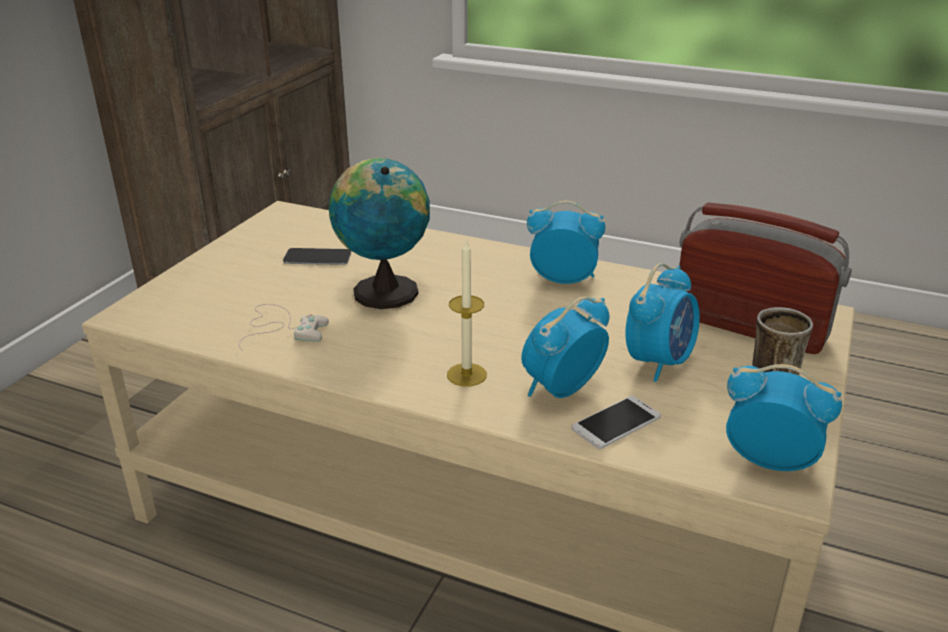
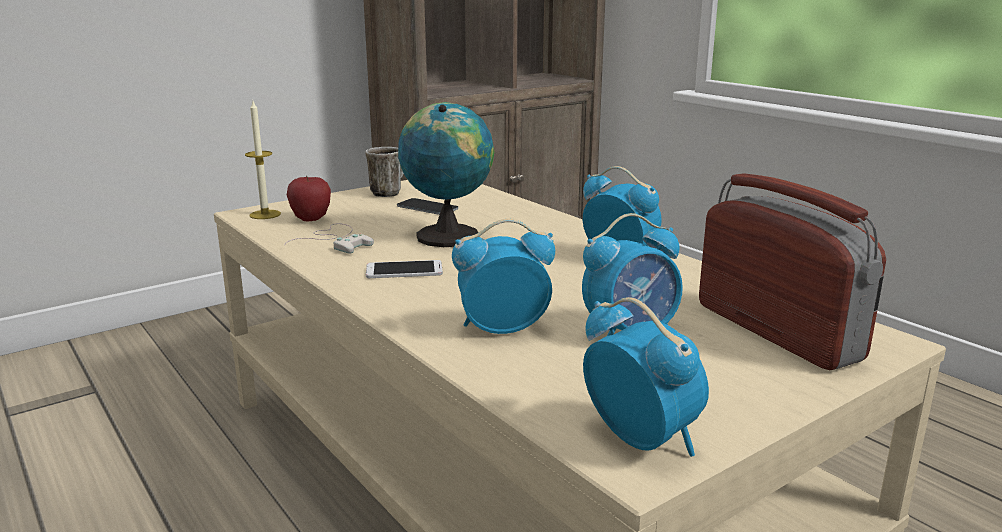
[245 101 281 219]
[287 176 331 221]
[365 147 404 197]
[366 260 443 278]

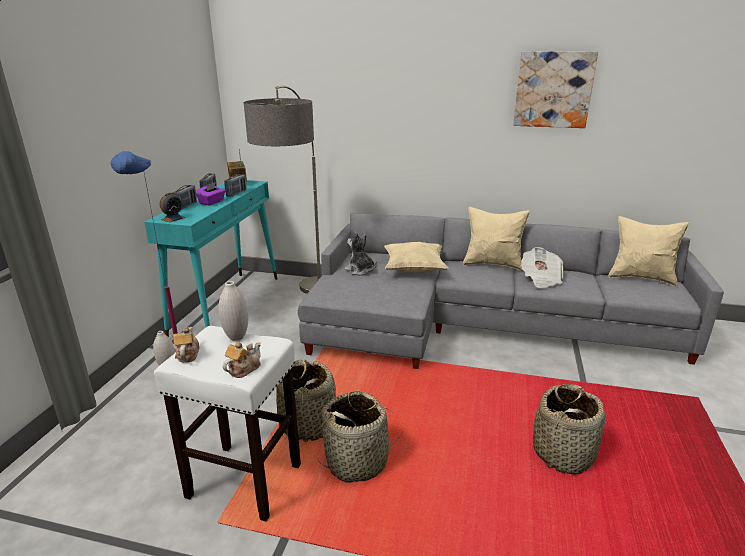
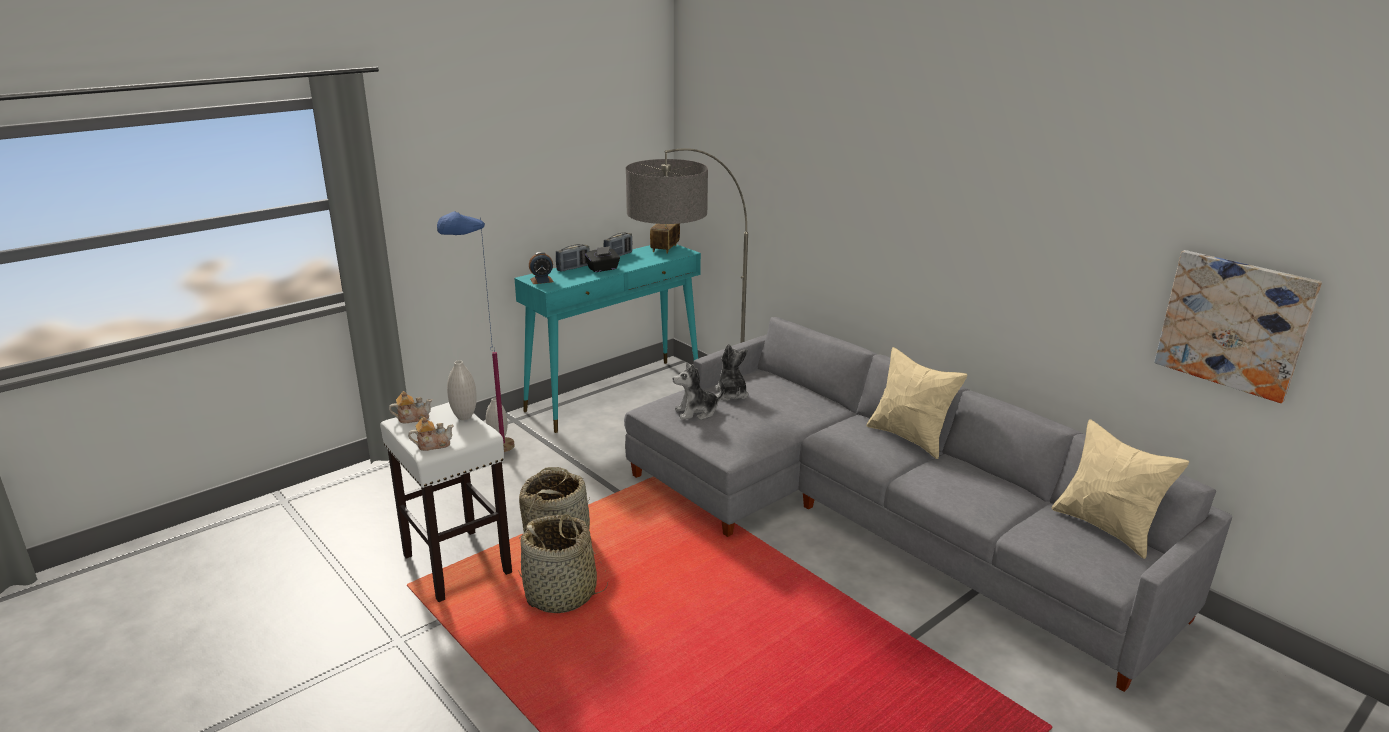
[389 391 432 423]
[585 246 620 272]
[673 363 725 420]
[1154 250 1322 403]
[224 174 247 197] (first image)
[384 242 448 273] (first image)
[520 247 563 288] (first image)
[533 384 605 475] (first image)

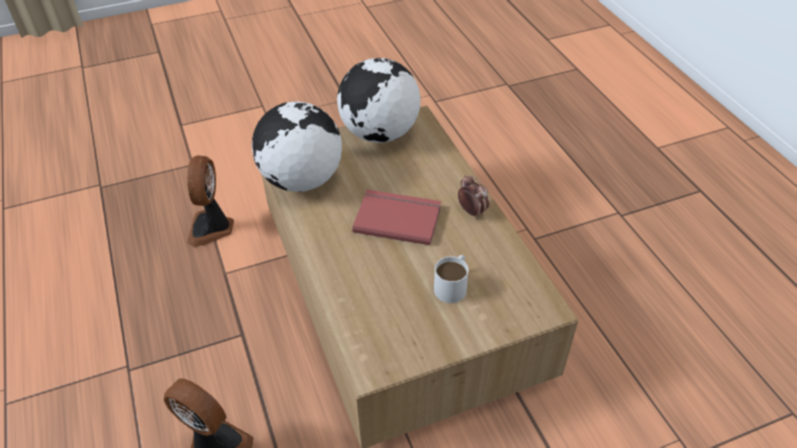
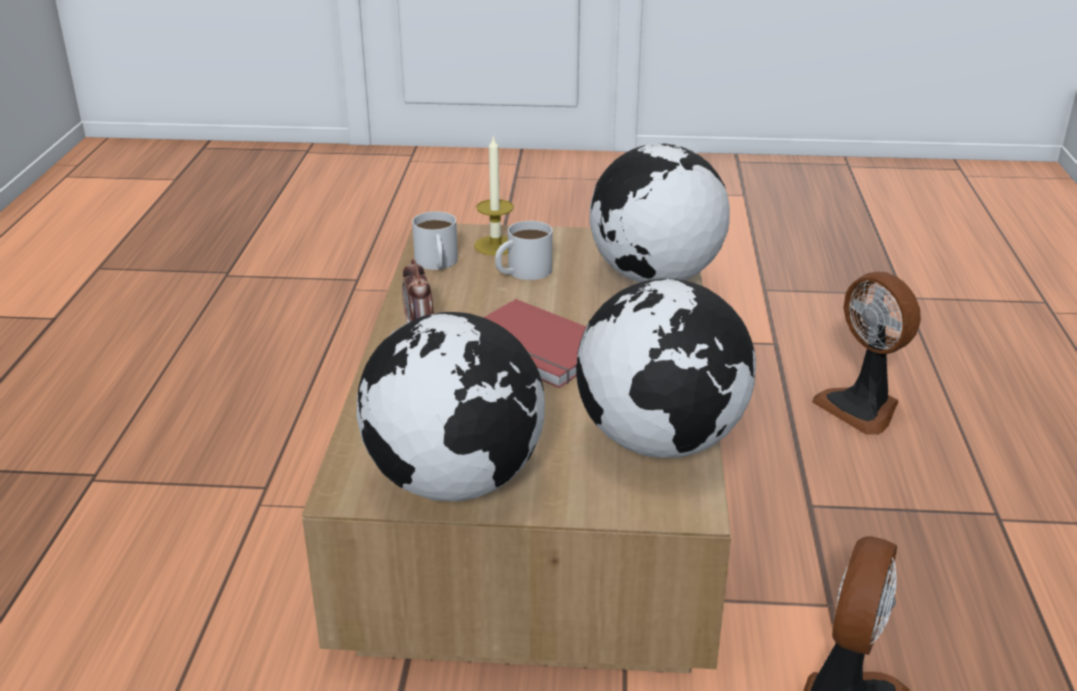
[412 211 458 270]
[474 135 514 255]
[590 144 730 283]

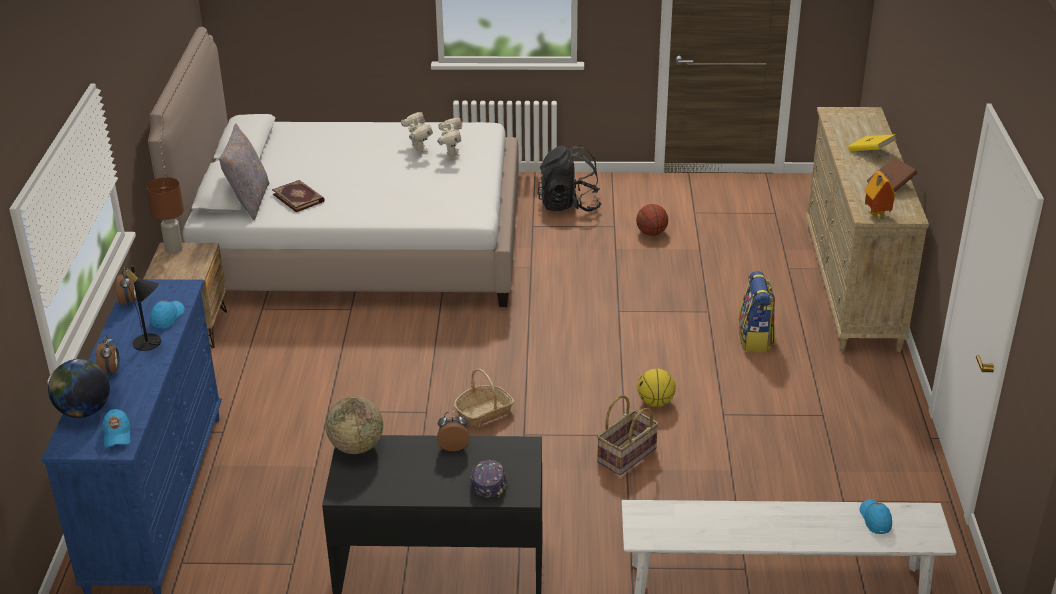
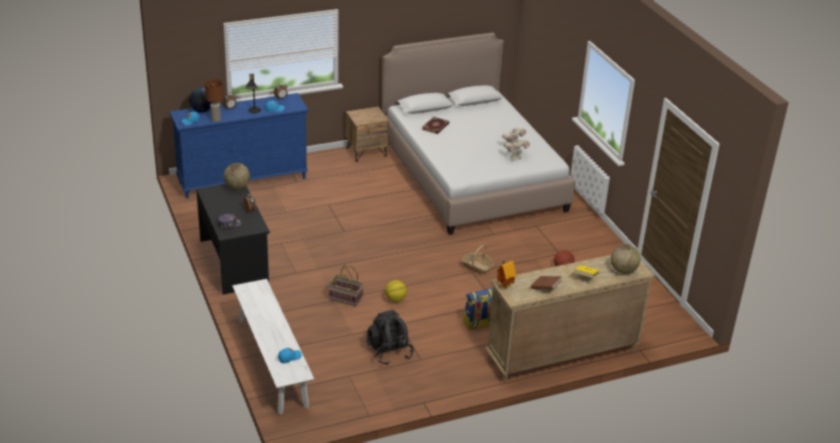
[205 79 224 122]
[367 310 414 365]
[462 245 494 275]
[610 244 641 274]
[219 123 269 220] (first image)

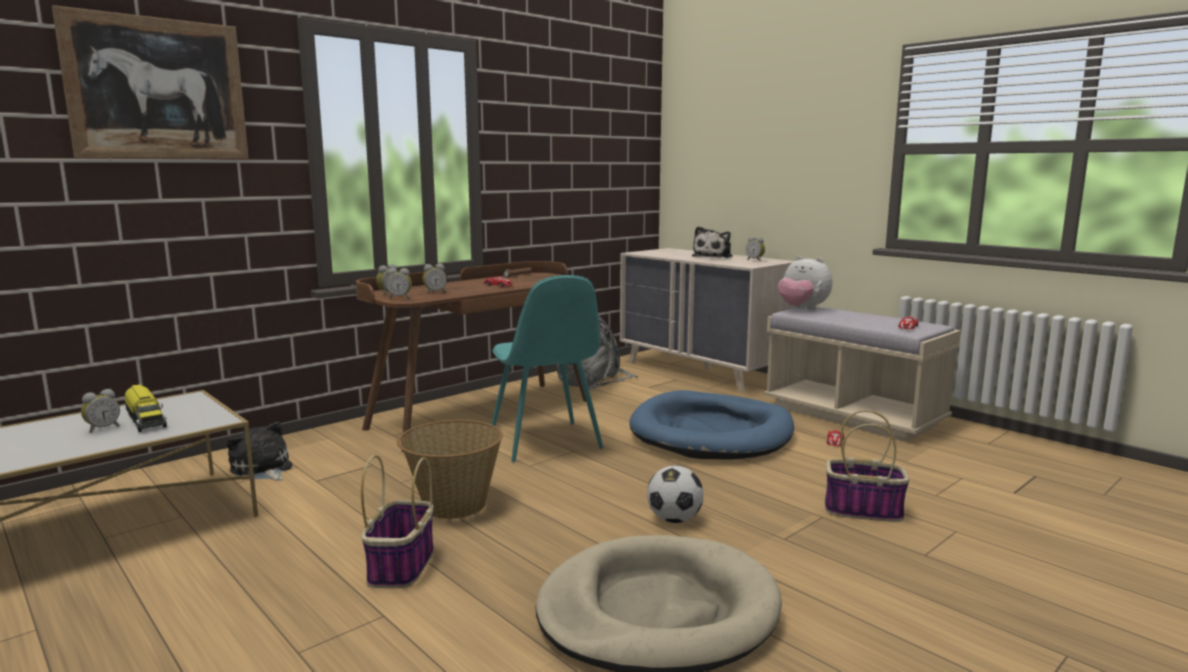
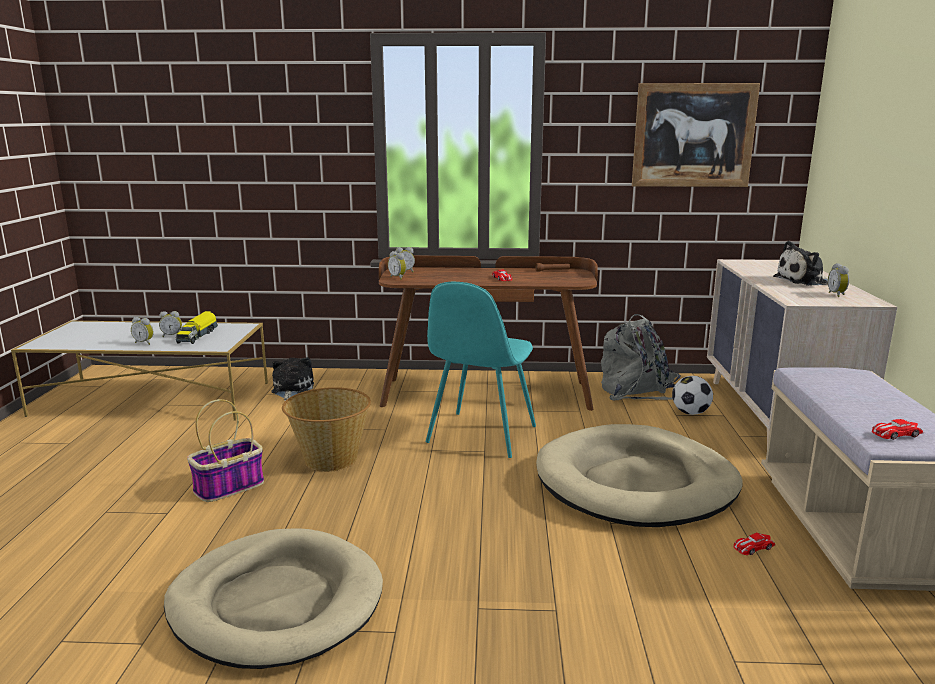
[131 317 154 345]
[536 424 743 527]
[632 83 760 187]
[672 376 713 415]
[778 256 832 310] (first image)
[825 410 910 522] (first image)

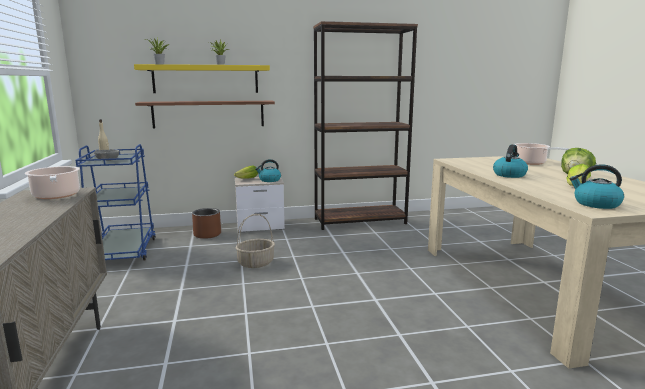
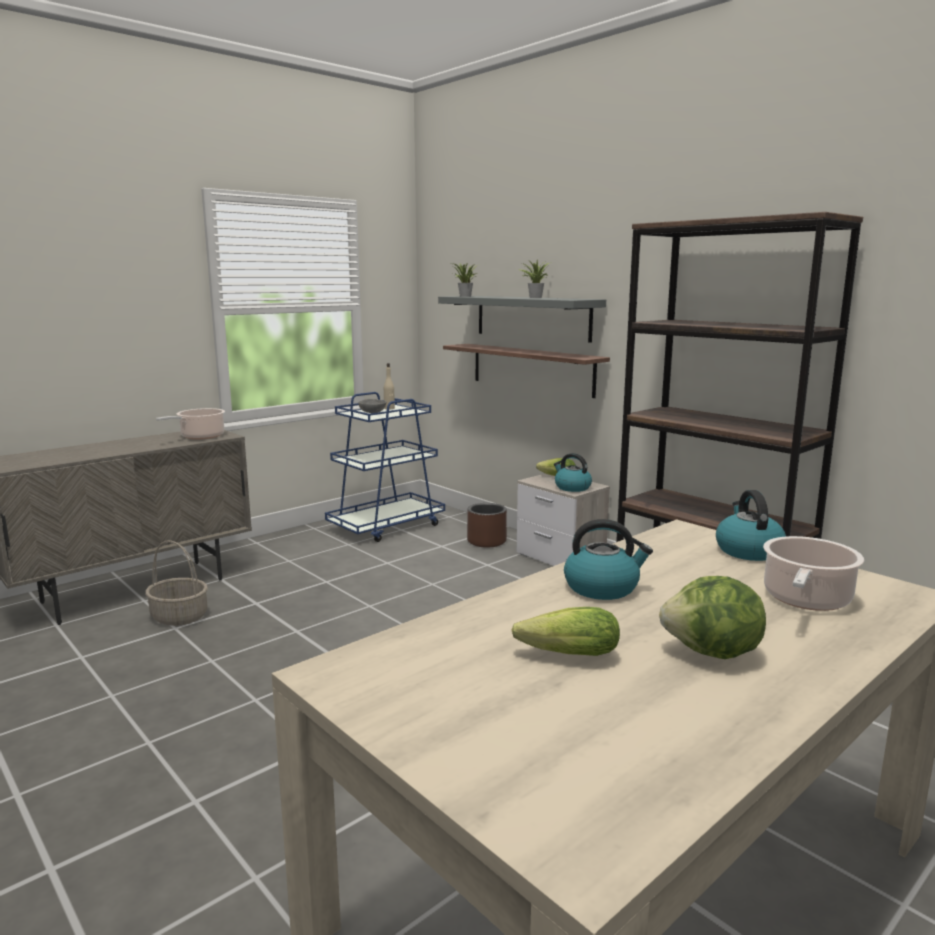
[145 540 208 626]
[438 296 606 343]
[716 490 786 561]

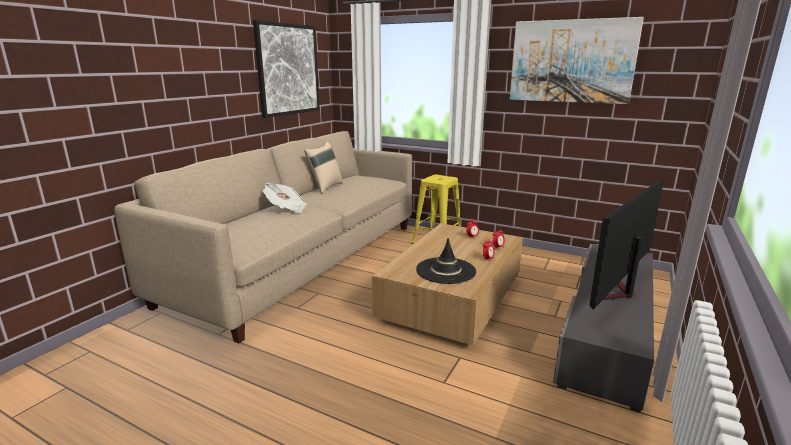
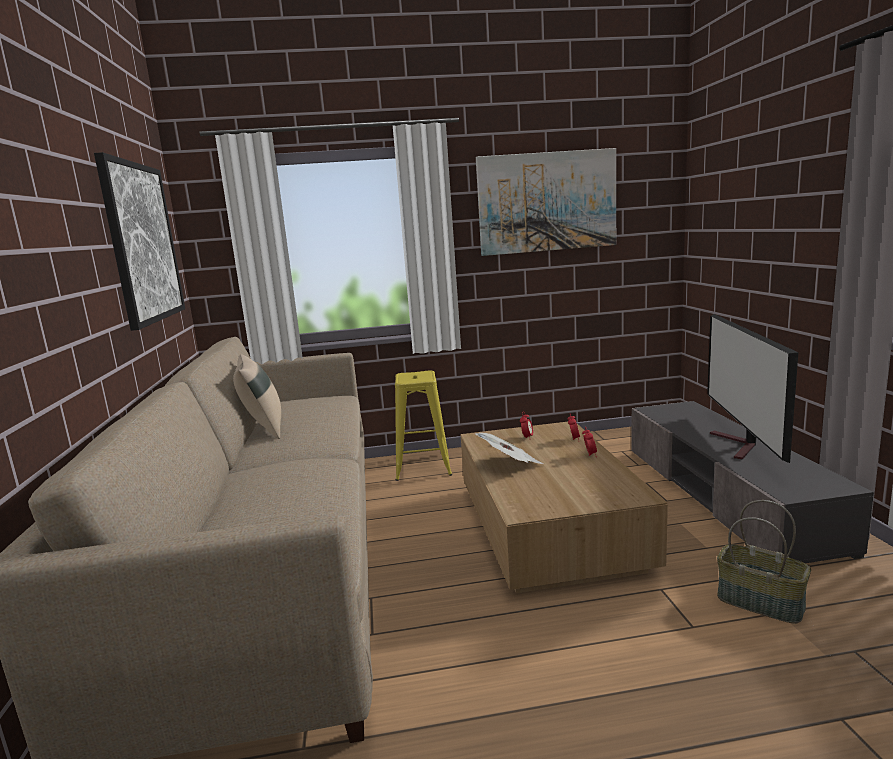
[474 433 544 464]
[717 500 811 624]
[416 238 476 284] (first image)

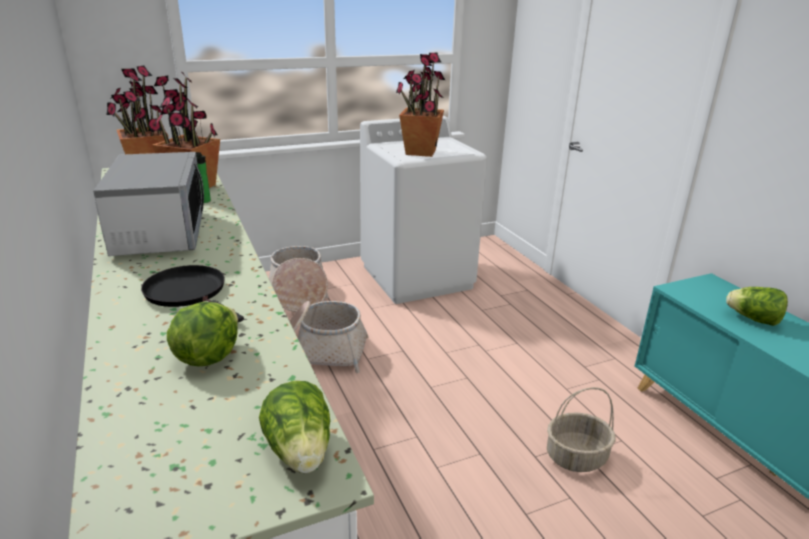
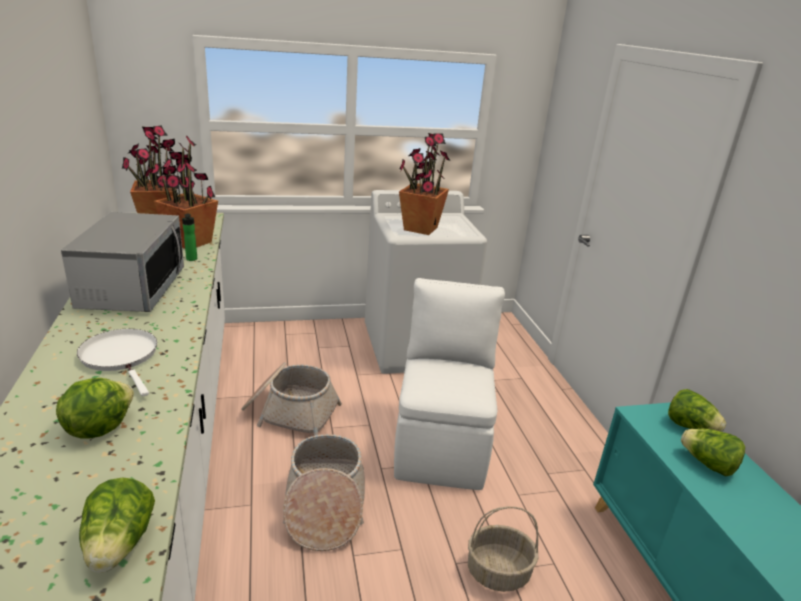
[77 329 157 397]
[283 434 365 551]
[394 278 505 490]
[668 389 726 432]

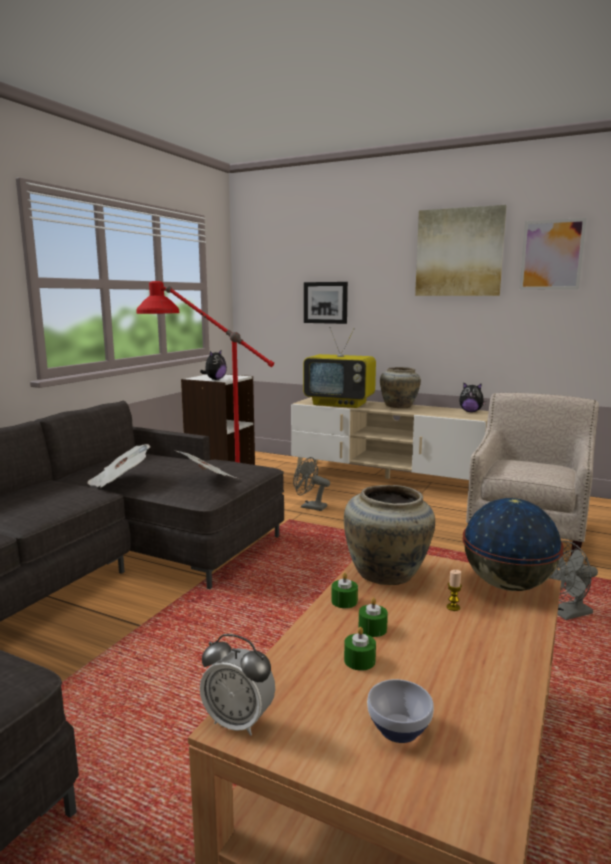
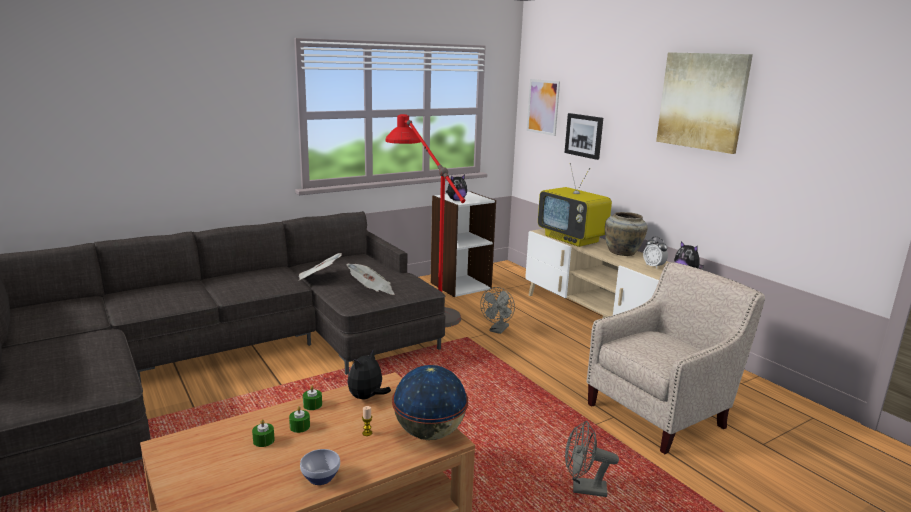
[300 449 340 485]
[347 349 391 399]
[480 287 515 334]
[527 79 560 136]
[643 237 668 268]

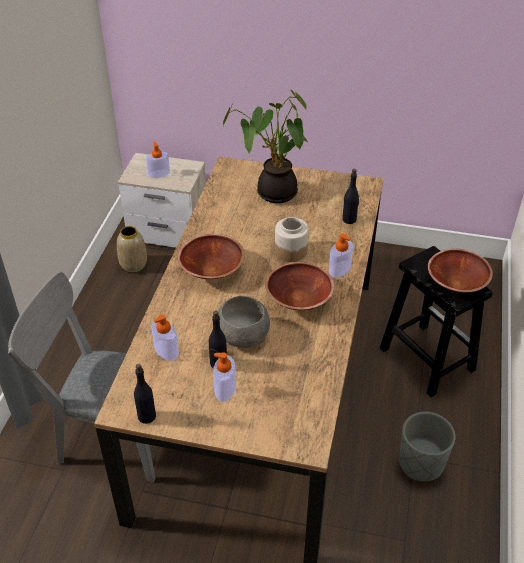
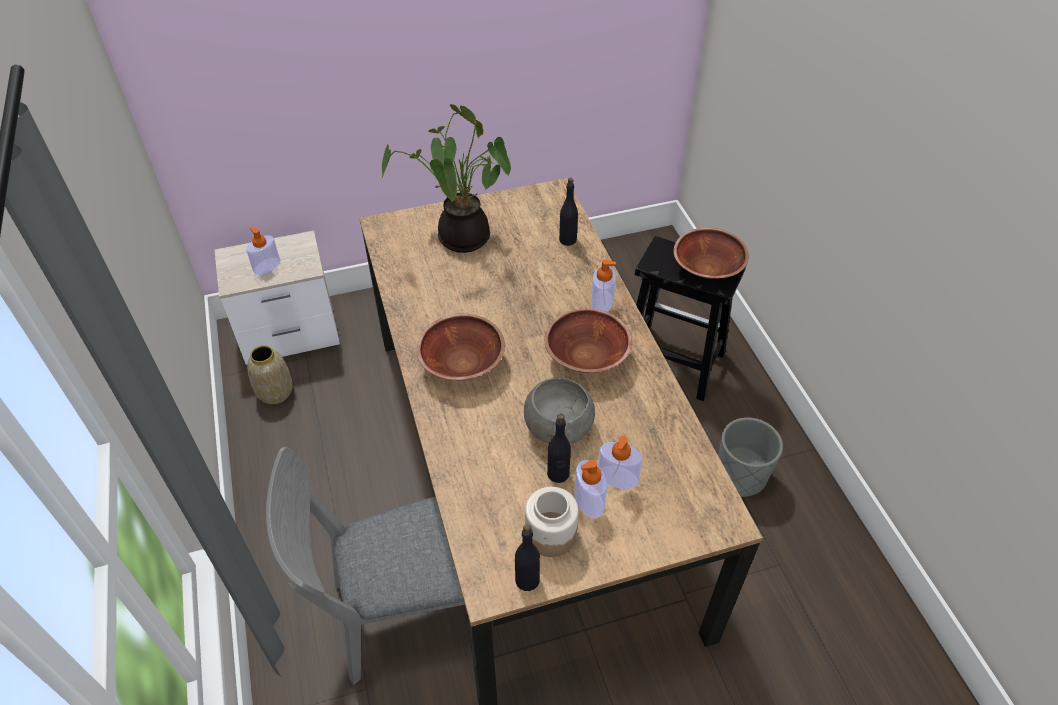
[525 487 579 557]
[598 436 642 489]

